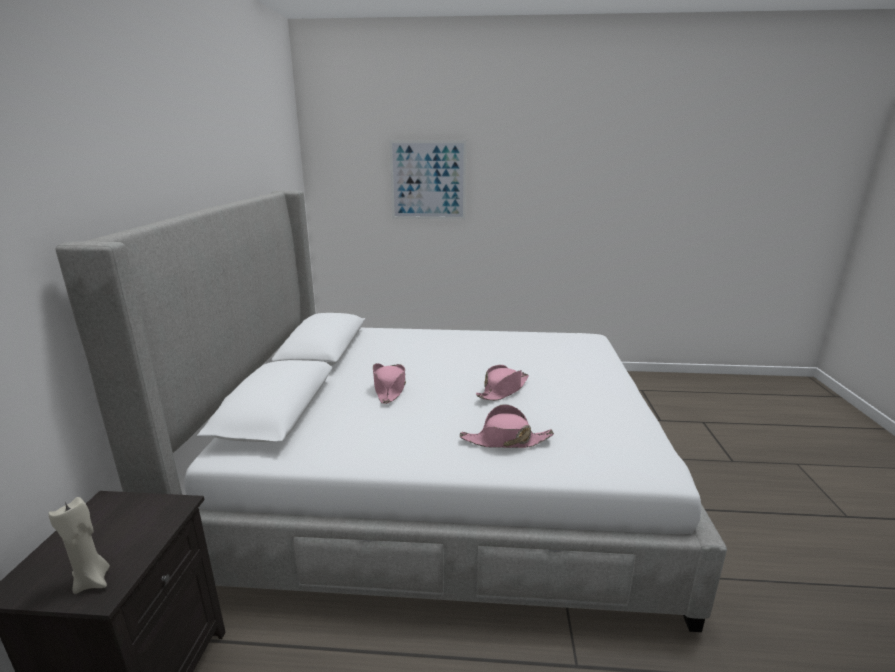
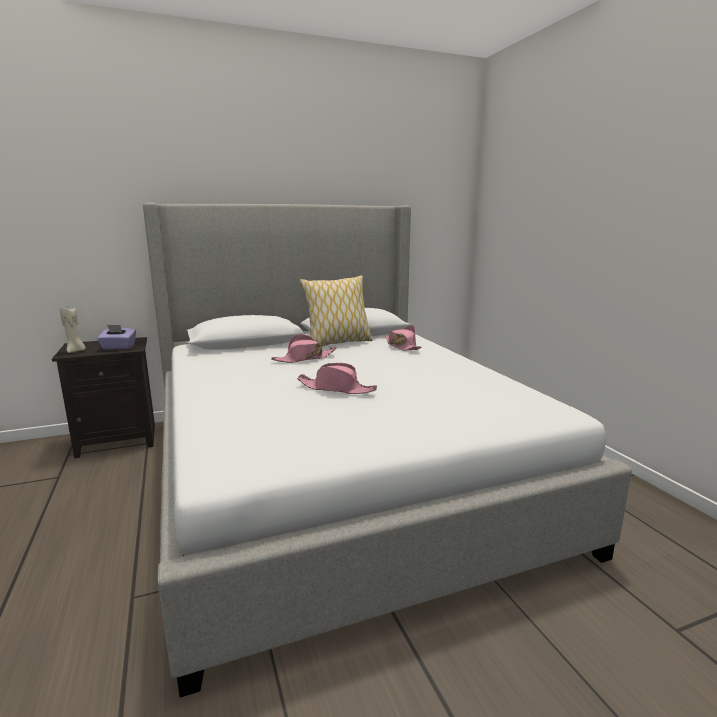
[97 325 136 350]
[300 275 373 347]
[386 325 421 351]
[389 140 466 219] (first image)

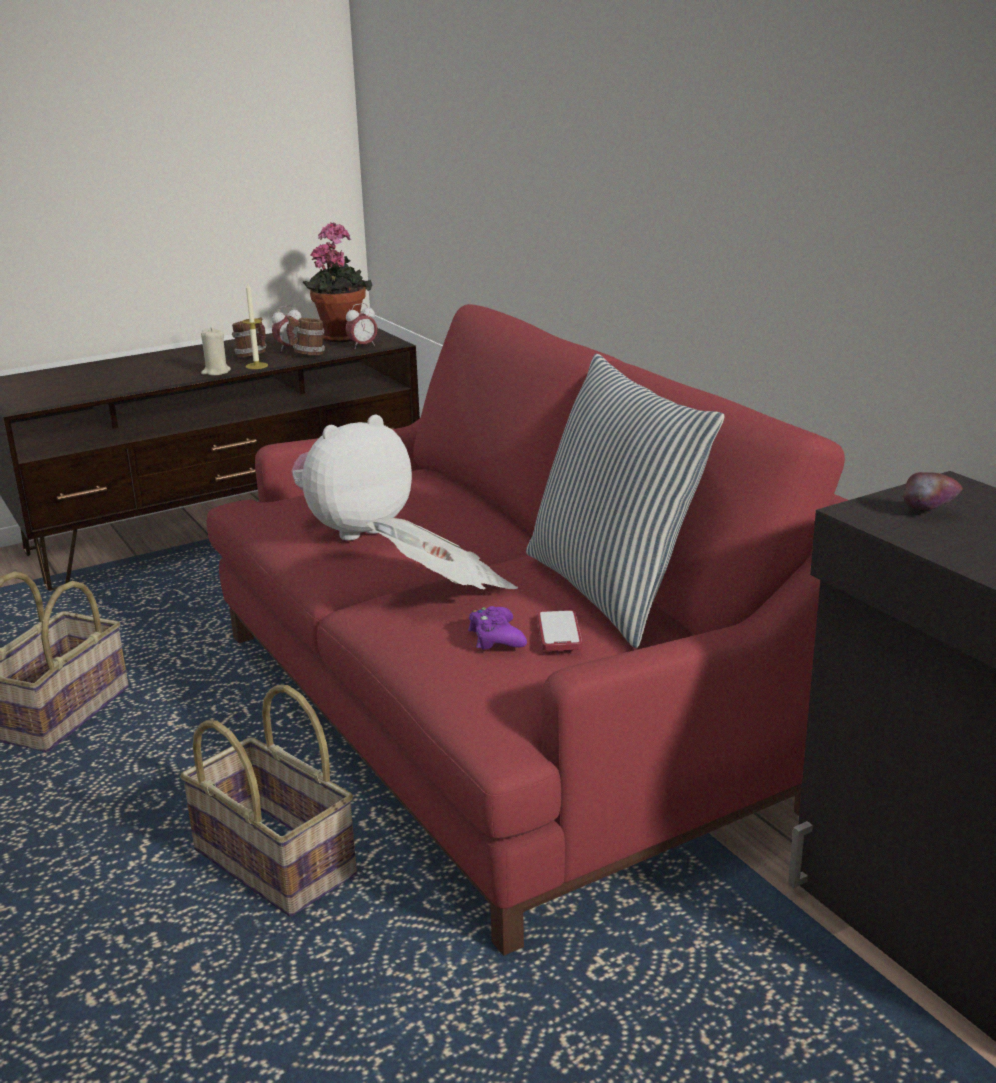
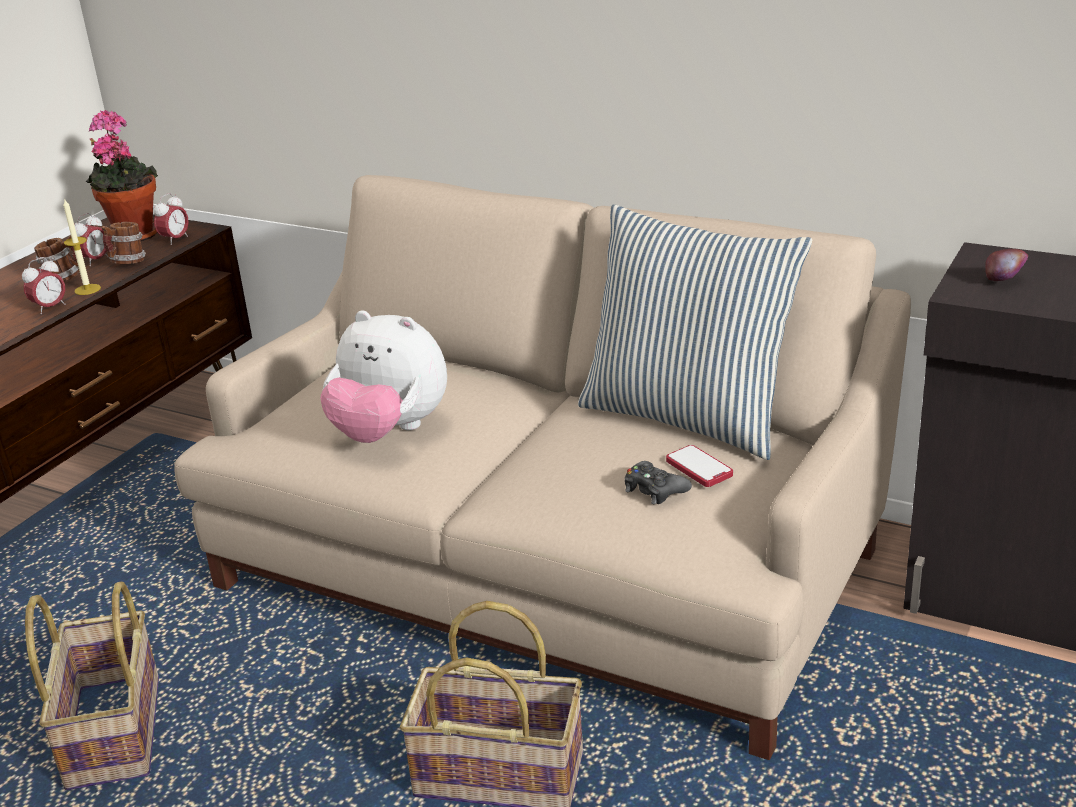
[22 257 66 314]
[174 175 911 760]
[320 310 447 443]
[625 461 692 505]
[366 518 518 590] (first image)

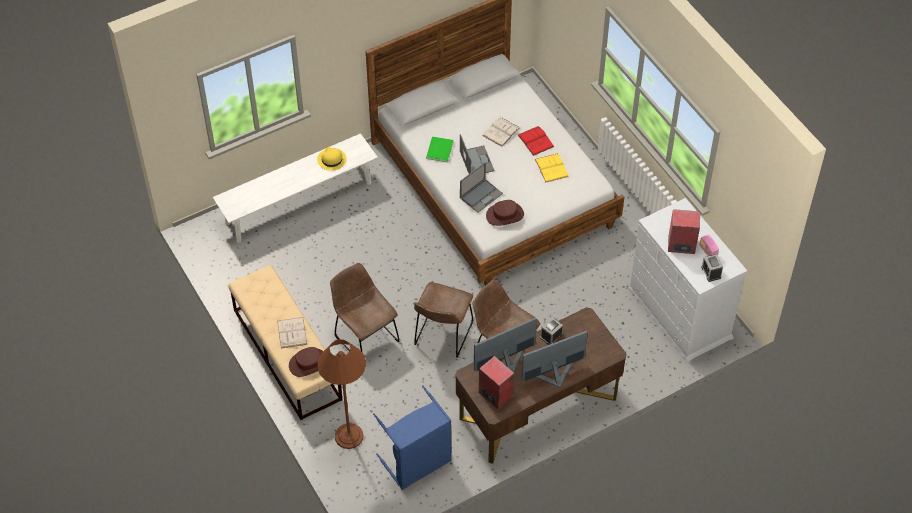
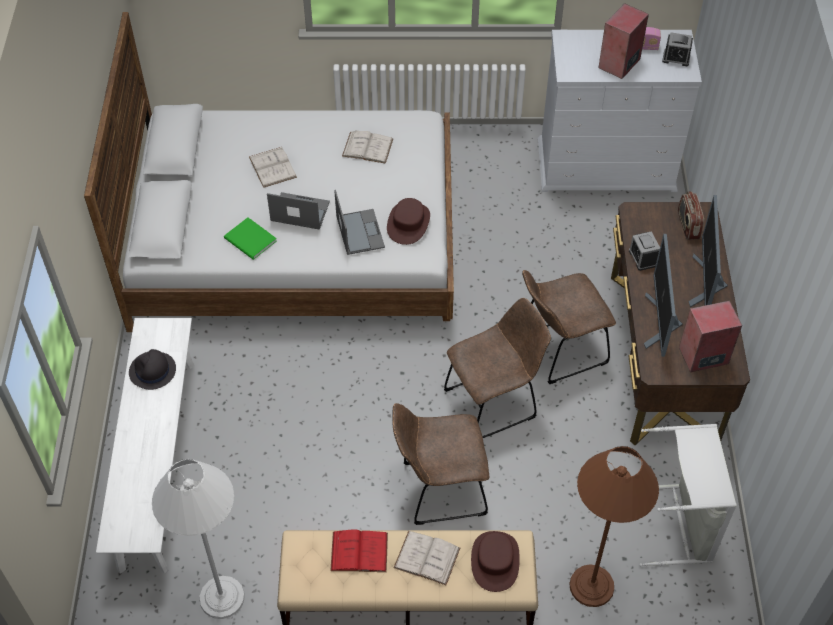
[129 349 176 390]
[152 459 245 619]
[330 529 388 572]
[342 130 393 164]
[444 298 551 438]
[639 424 737 566]
[678 191 704 240]

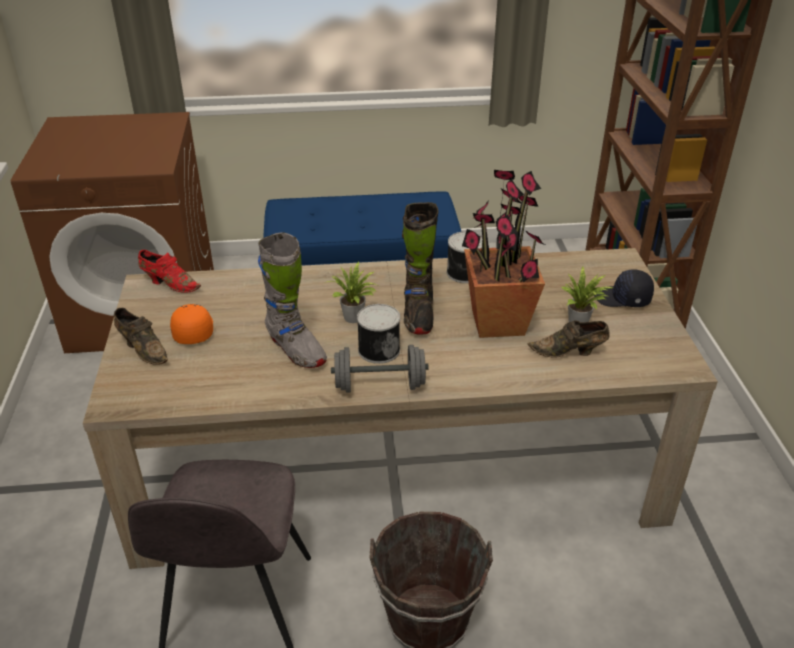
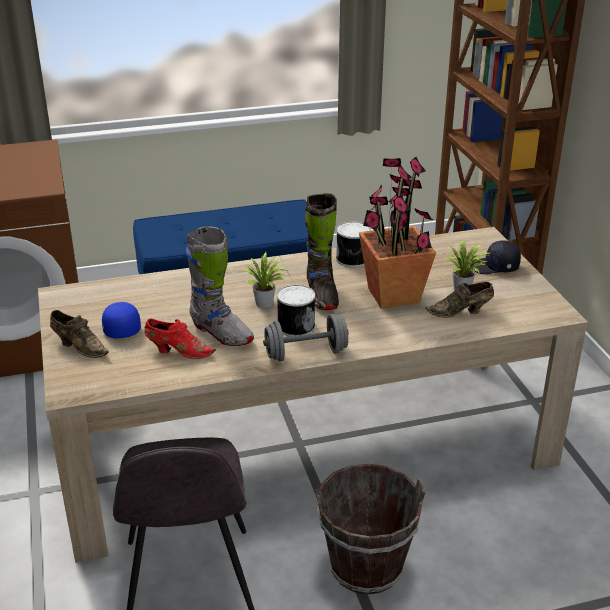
[102 302 141 338]
[145 318 216 359]

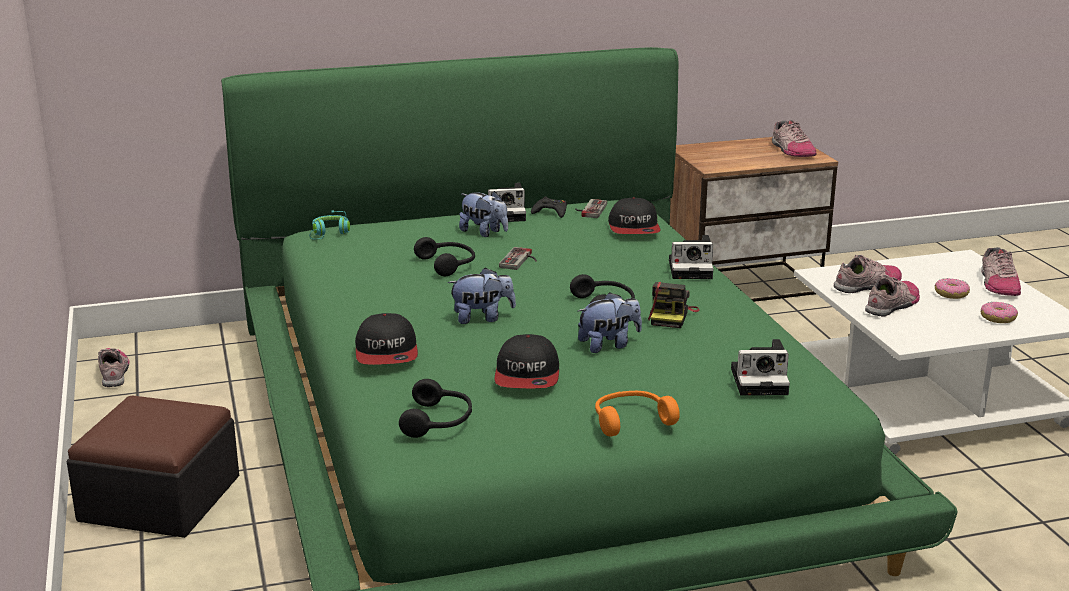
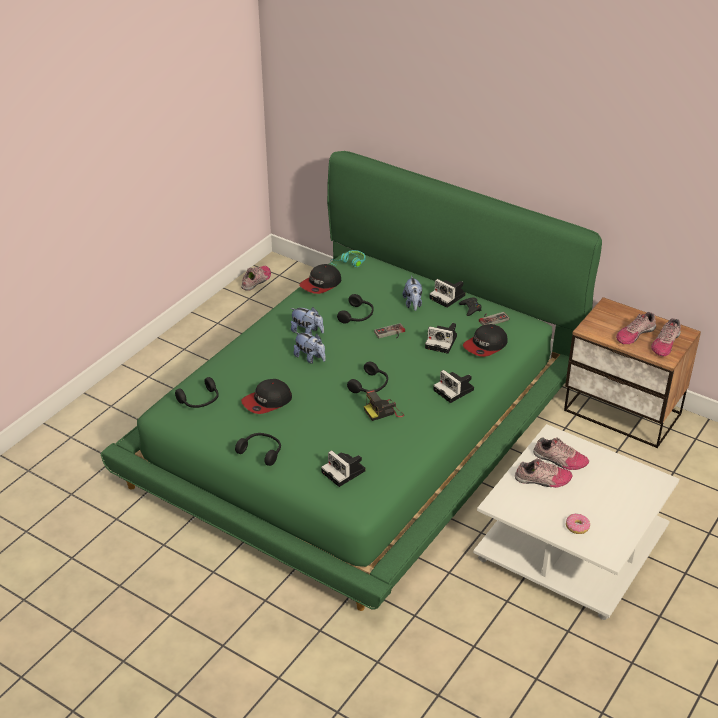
[235 433 281 466]
[291 307 324 335]
[299 264 341 294]
[425 323 457 354]
[616 312 656 344]
[67 395 239 538] (first image)
[935 278 970 299] (first image)

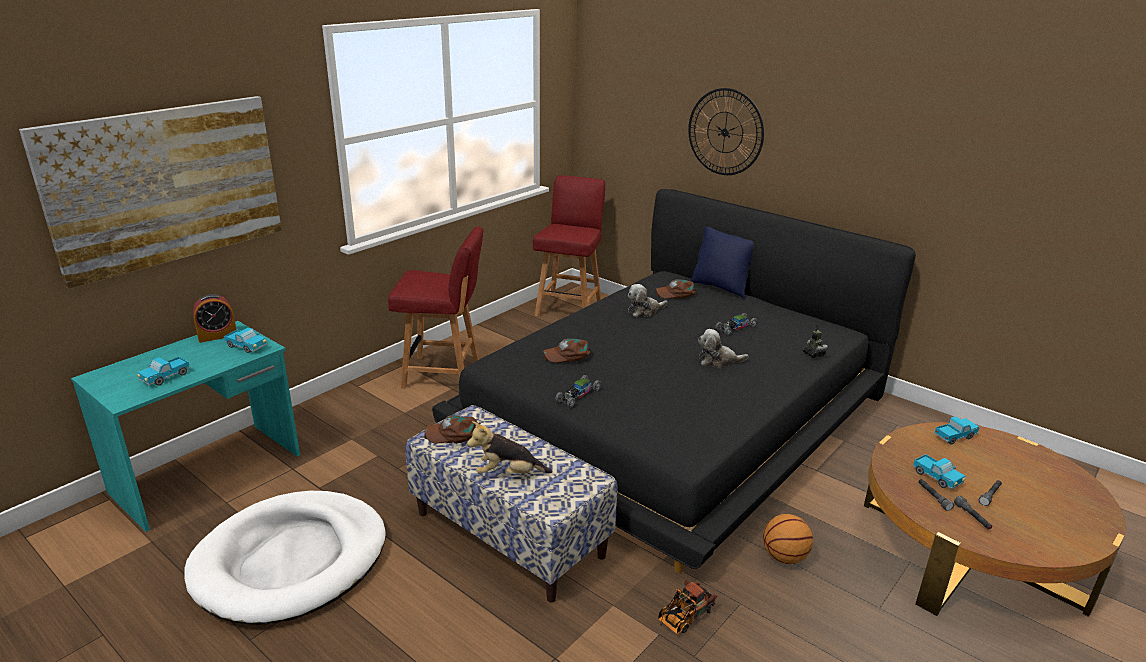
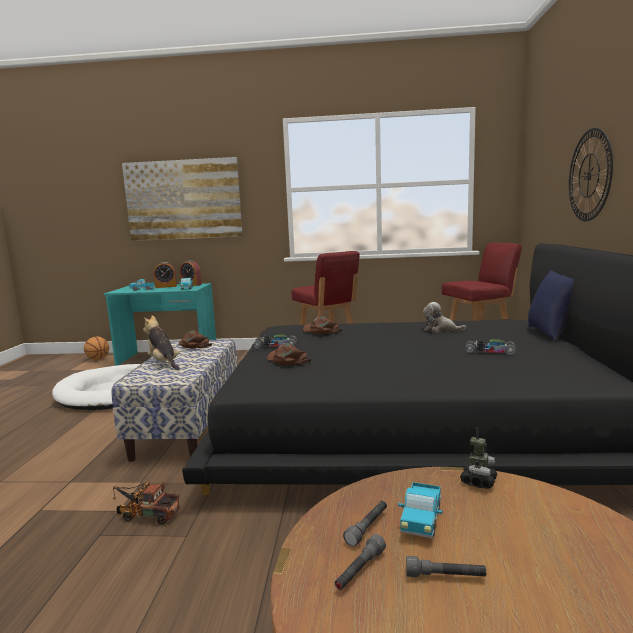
[84 336 109 360]
[154 262 177 288]
[267 343 311 365]
[460 427 497 489]
[698 329 749 368] (first image)
[934 416 979 445] (first image)

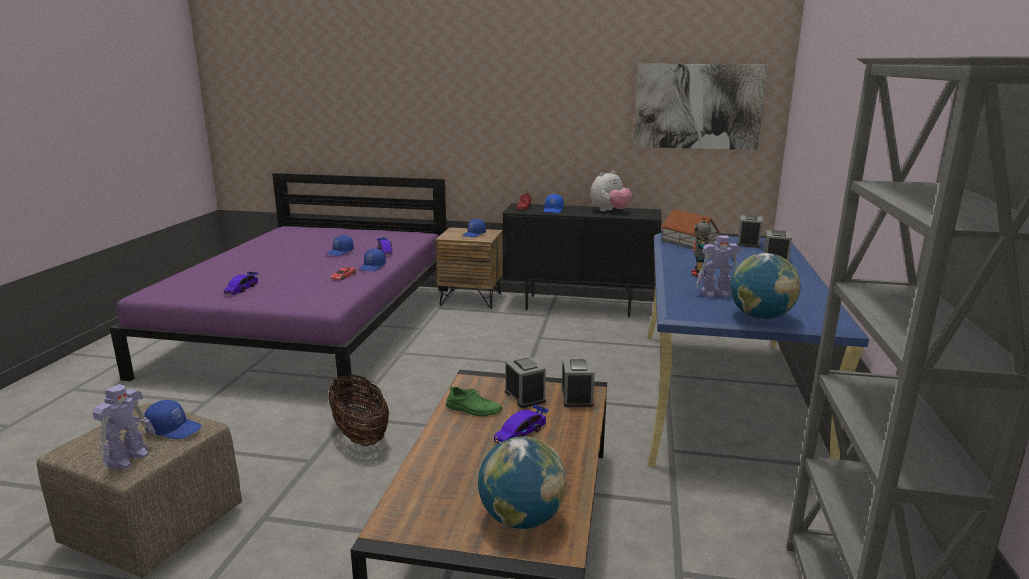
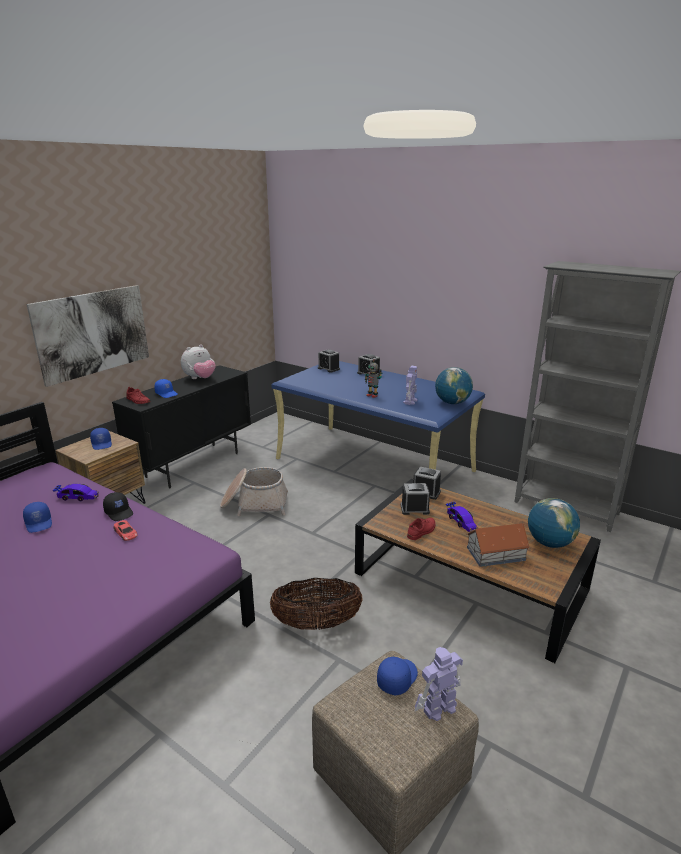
[26 285 149 387]
[103 492 133 521]
[181 345 216 379]
[220 467 288 516]
[407 518 436 540]
[415 647 463 721]
[466 523 530 567]
[224 272 258 295] (first image)

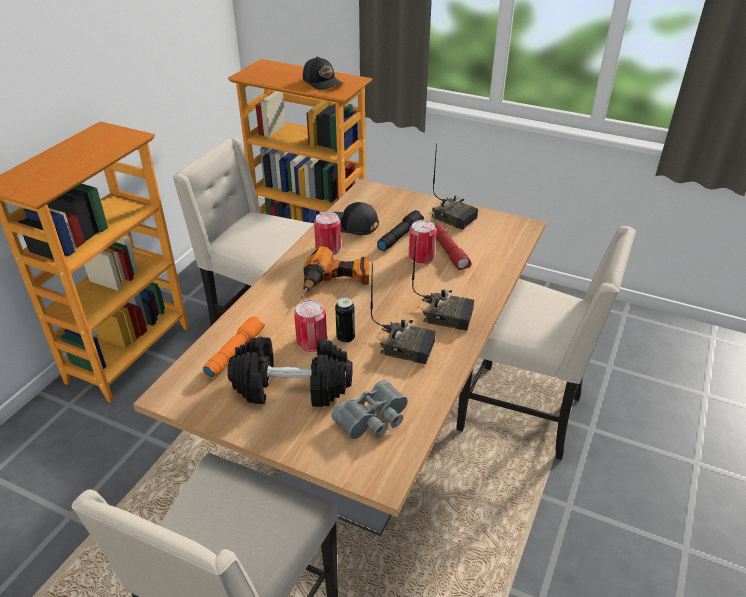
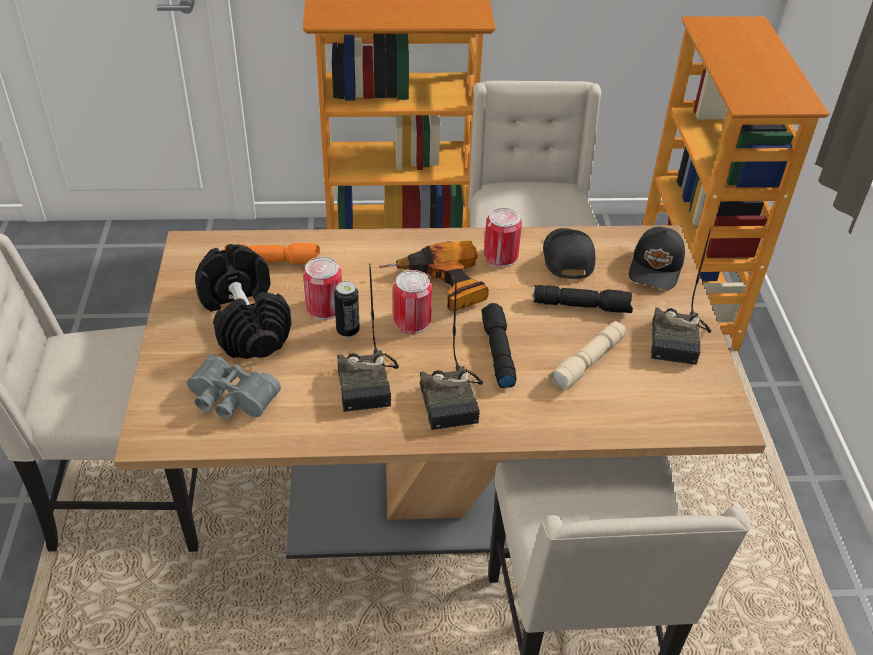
[393 270 432 334]
[481 303 517 388]
[549 321 626 391]
[629 227 685 290]

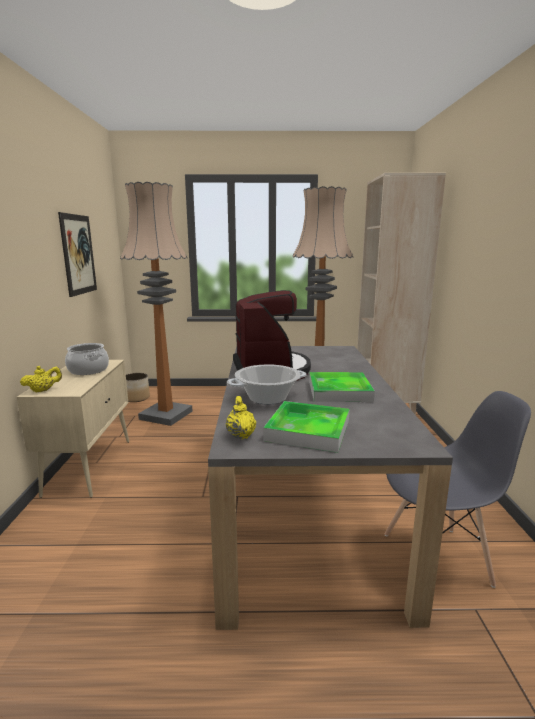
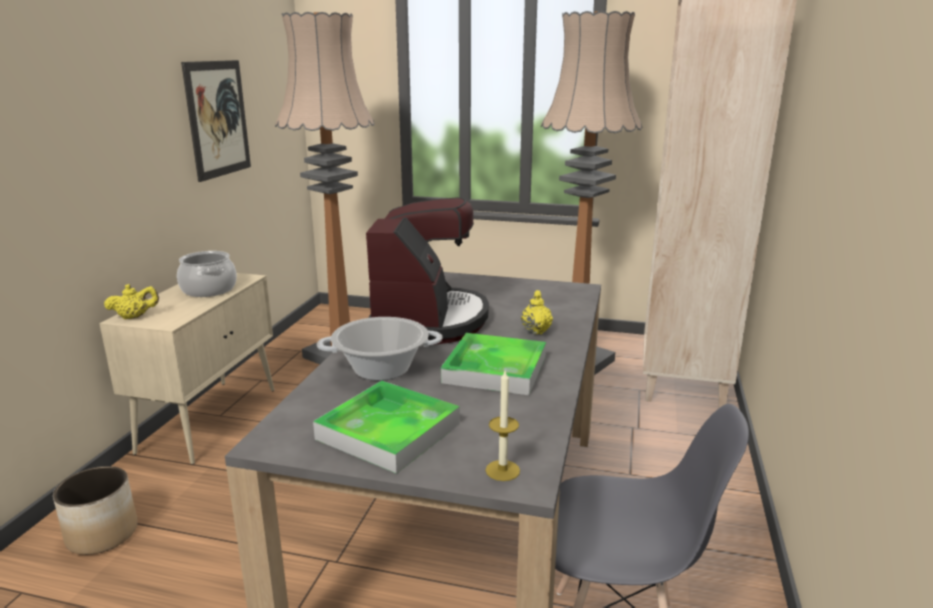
[53 466 138 555]
[485 371 520 481]
[521 290 553 334]

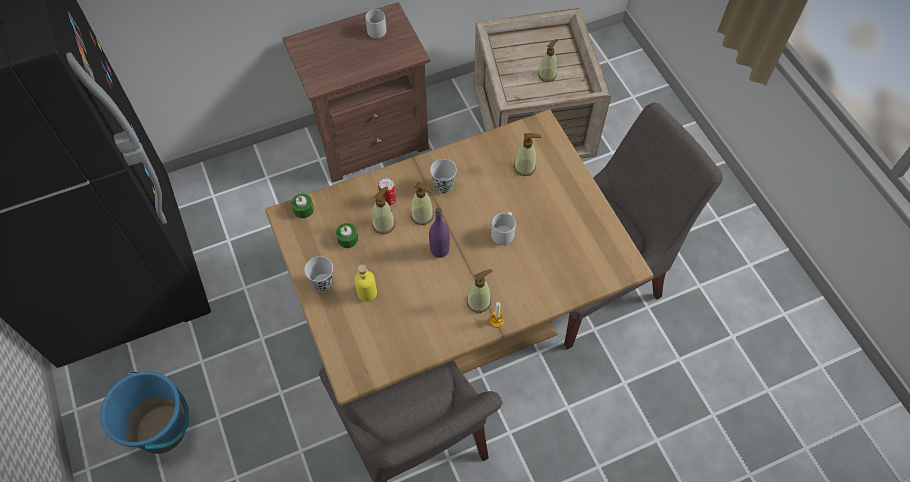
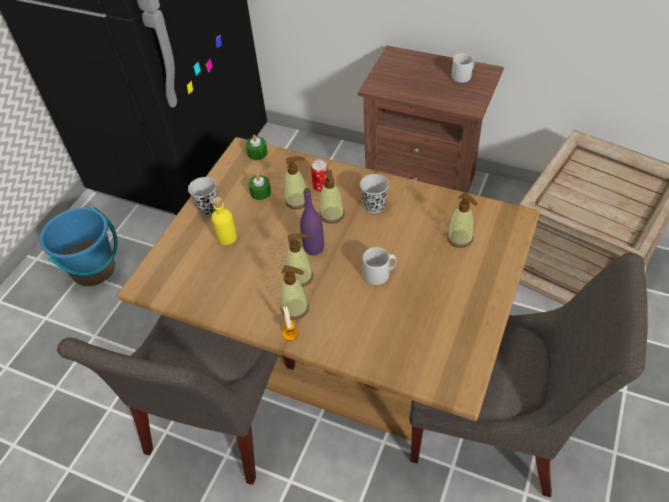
[286 233 313 287]

